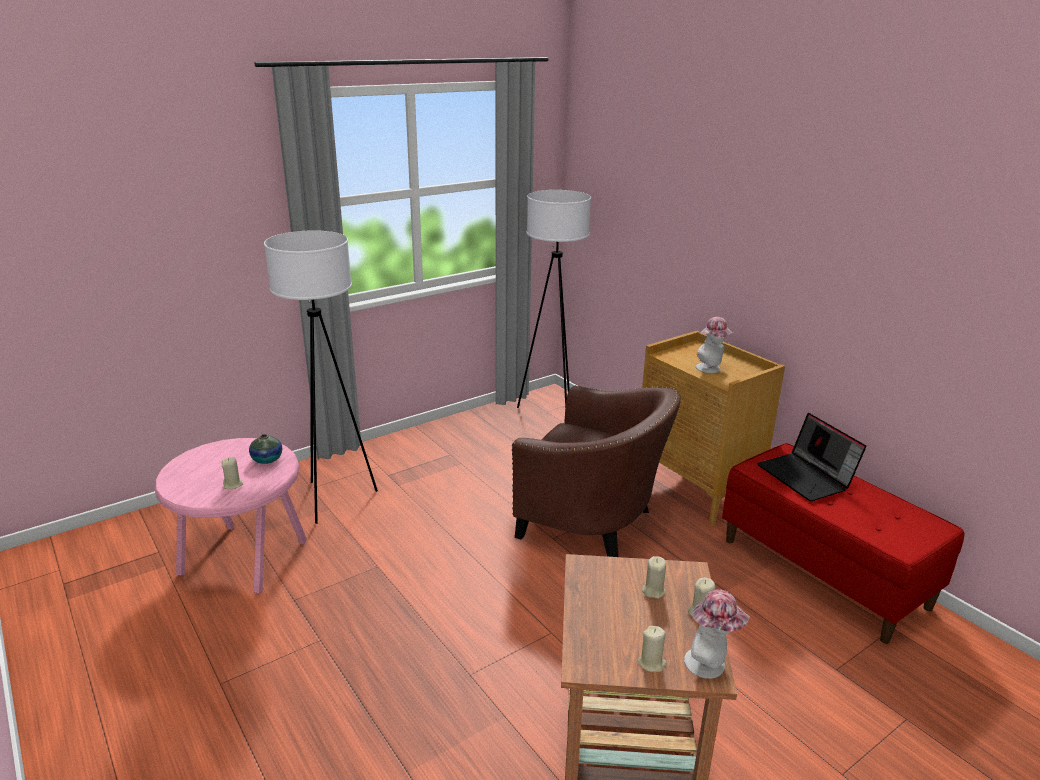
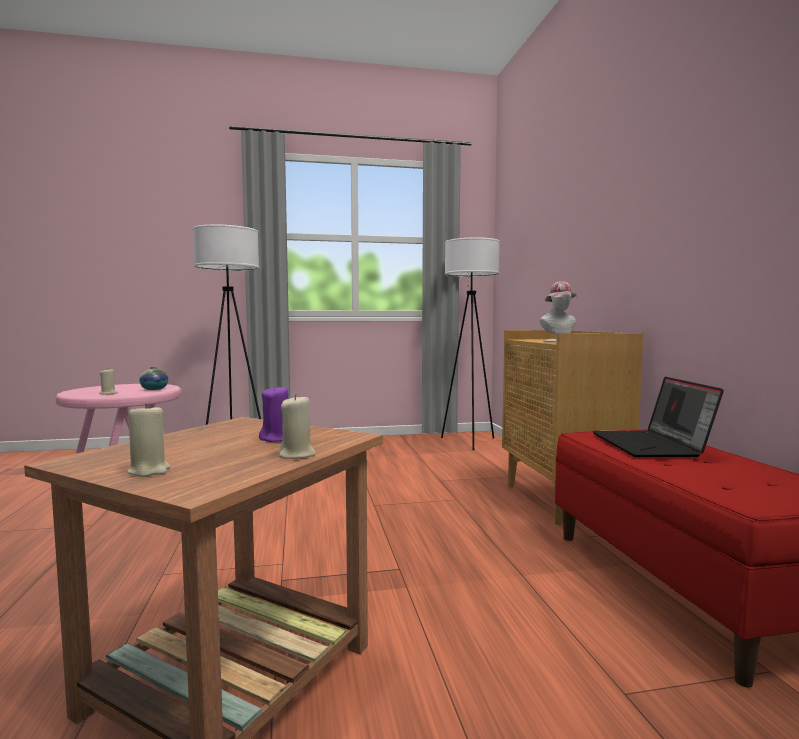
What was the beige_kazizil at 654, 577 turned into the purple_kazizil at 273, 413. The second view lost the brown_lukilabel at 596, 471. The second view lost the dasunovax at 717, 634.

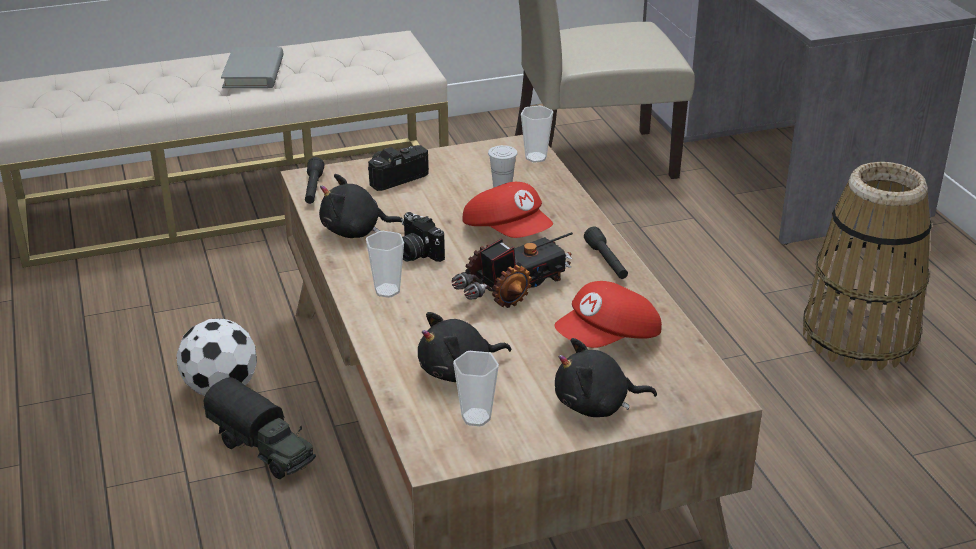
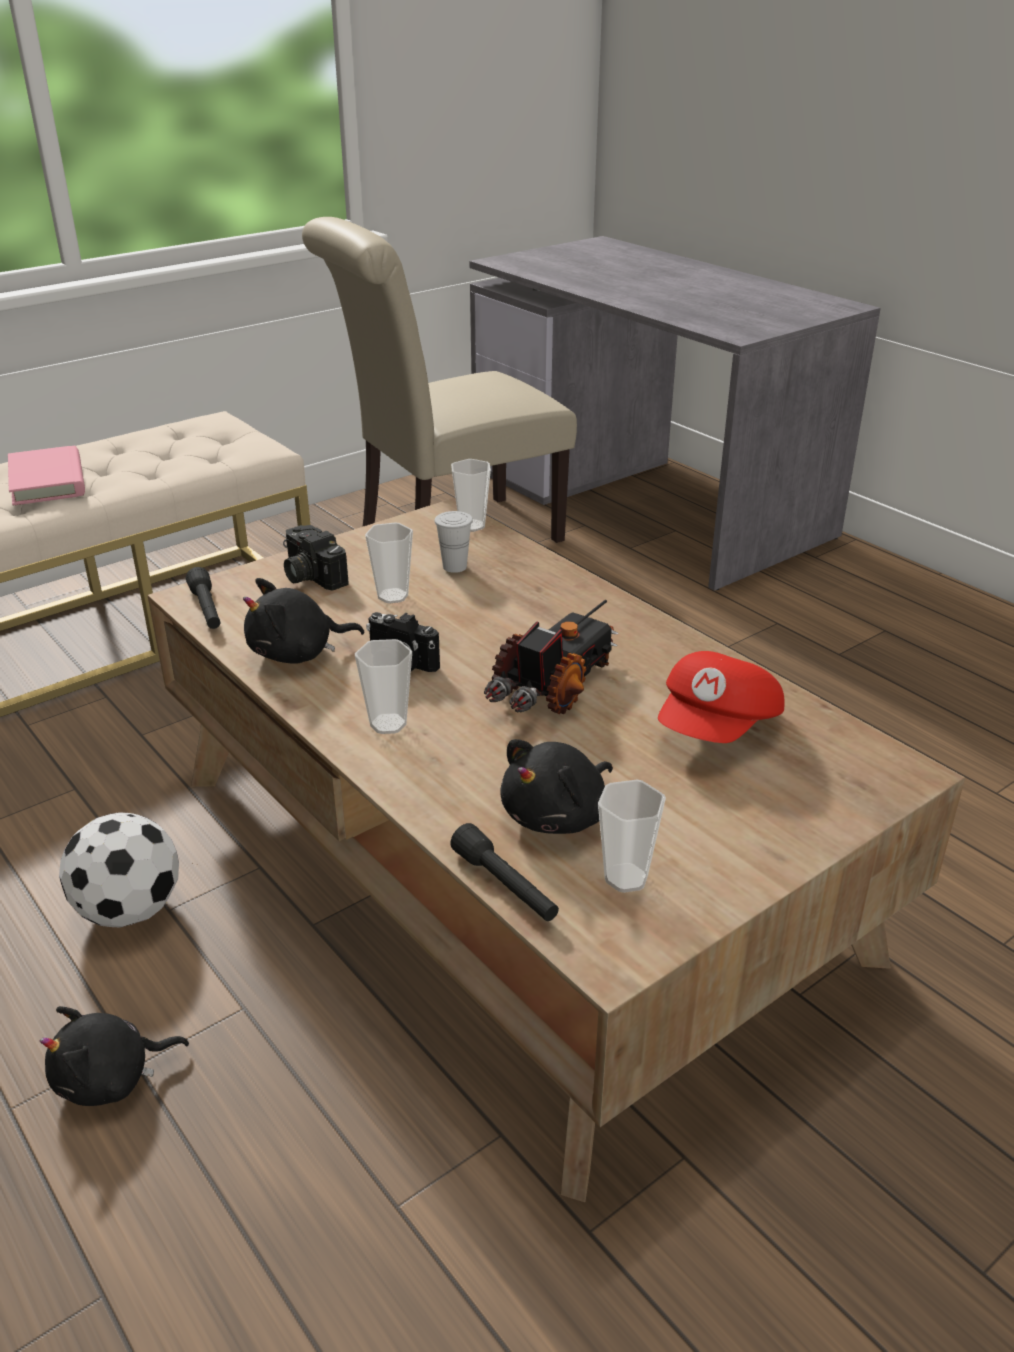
What was the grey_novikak at 252, 67 turned into the pink_novikak at 46, 475. The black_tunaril ended up elsewhere, having gone from 606, 377 to 114, 1056. The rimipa at 398, 168 ended up facing another way, 75 degrees counterclockwise from before. The second view gained the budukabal at 389, 563. The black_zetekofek ended up elsewhere, having gone from 606, 253 to 504, 872. The second view lost the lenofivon at 260, 428. The second view lost the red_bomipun at 508, 210. The second view lost the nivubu at 867, 266.

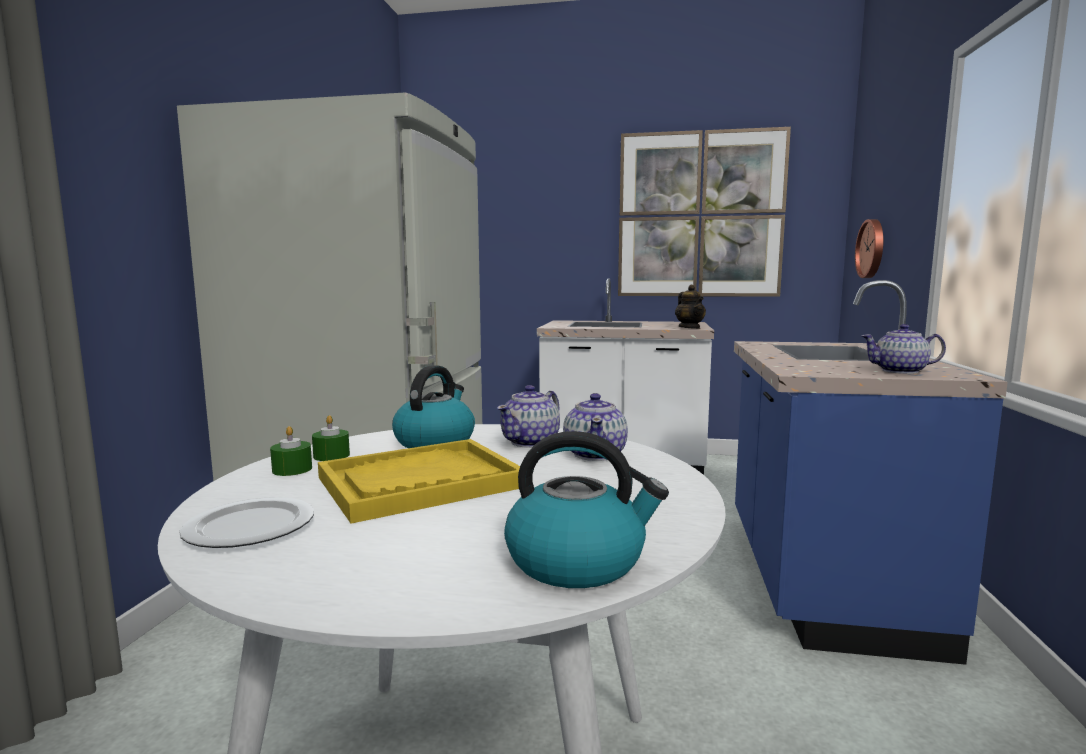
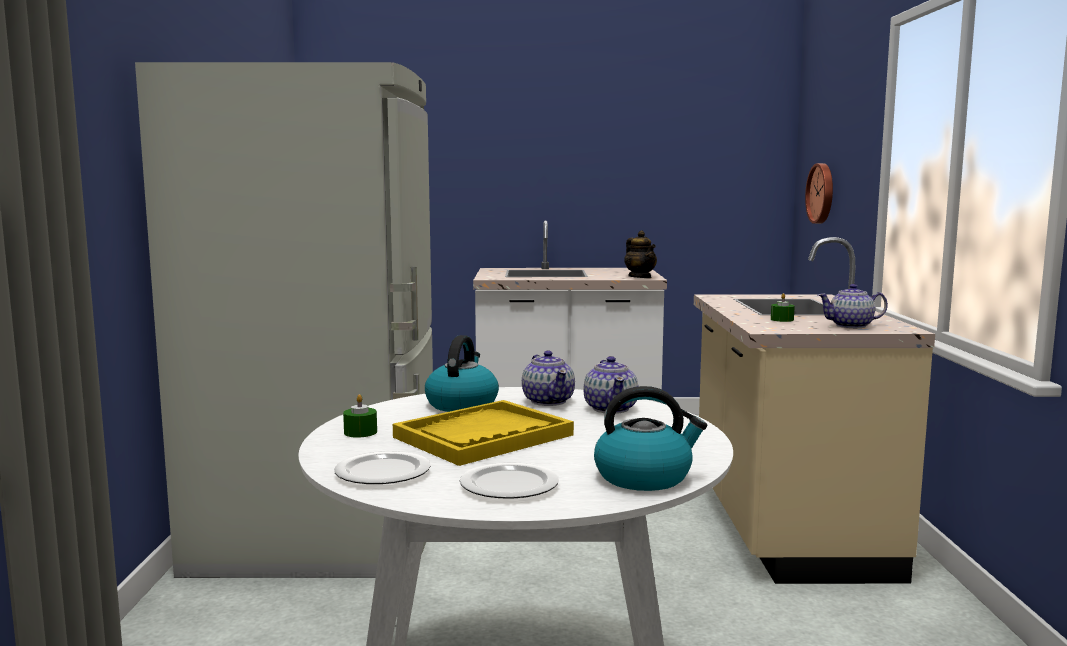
The second view gained the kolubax at 509, 480. The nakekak at 528, 416 ended up facing another way, 45 degrees counterclockwise from before. What was the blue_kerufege at 871, 472 turned into the beige_kerufege at 814, 410. The green_kazizil ended up elsewhere, having gone from 331, 438 to 783, 307. The second view lost the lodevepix at 704, 212.

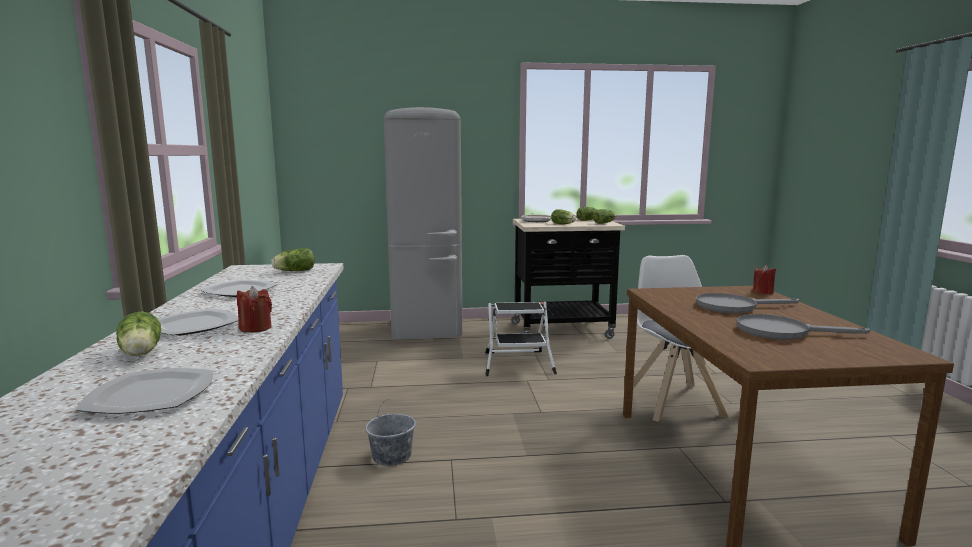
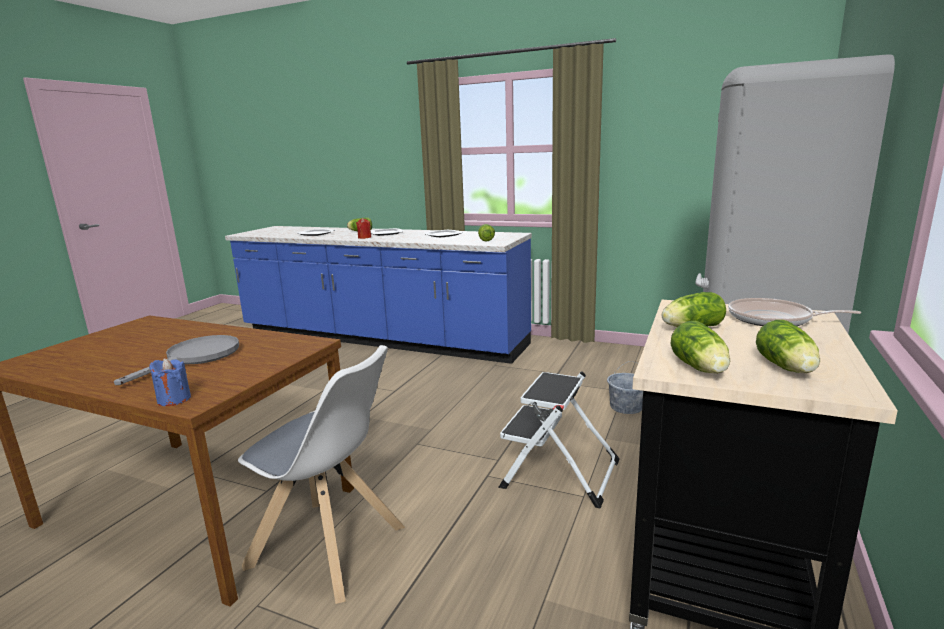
What was the red_kazizil at 764, 279 turned into the blue_kazizil at 170, 382. The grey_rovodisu ended up elsewhere, having gone from 390, 432 to 625, 387. The second view lost the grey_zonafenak at 803, 327.

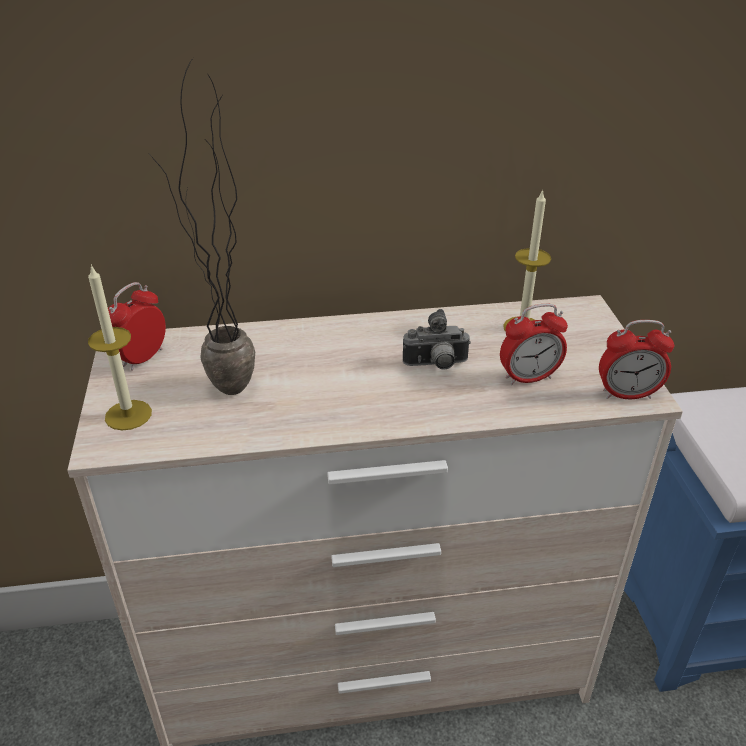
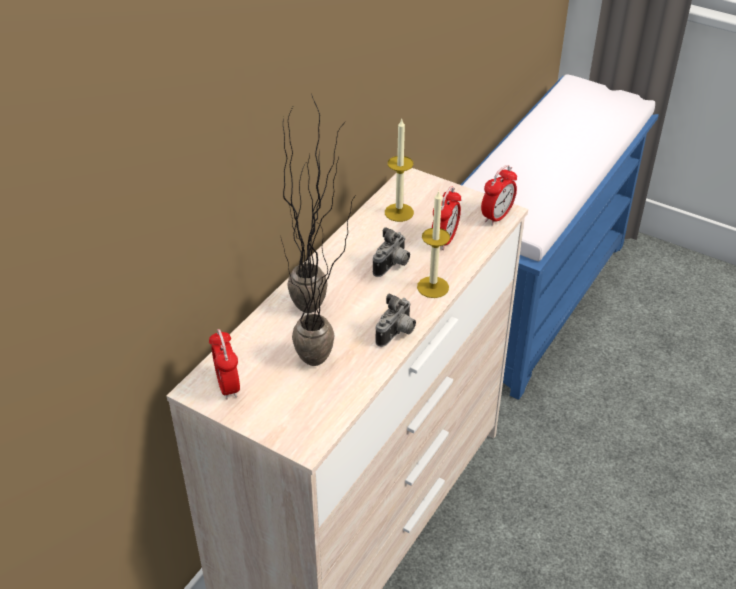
The second view gained the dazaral at 314, 203. The second view gained the rimipa at 395, 320. The kazizil ended up elsewhere, having gone from 120, 347 to 433, 244.

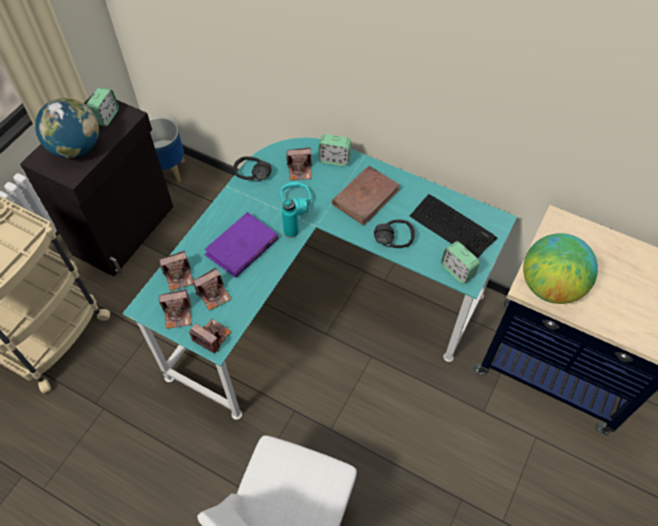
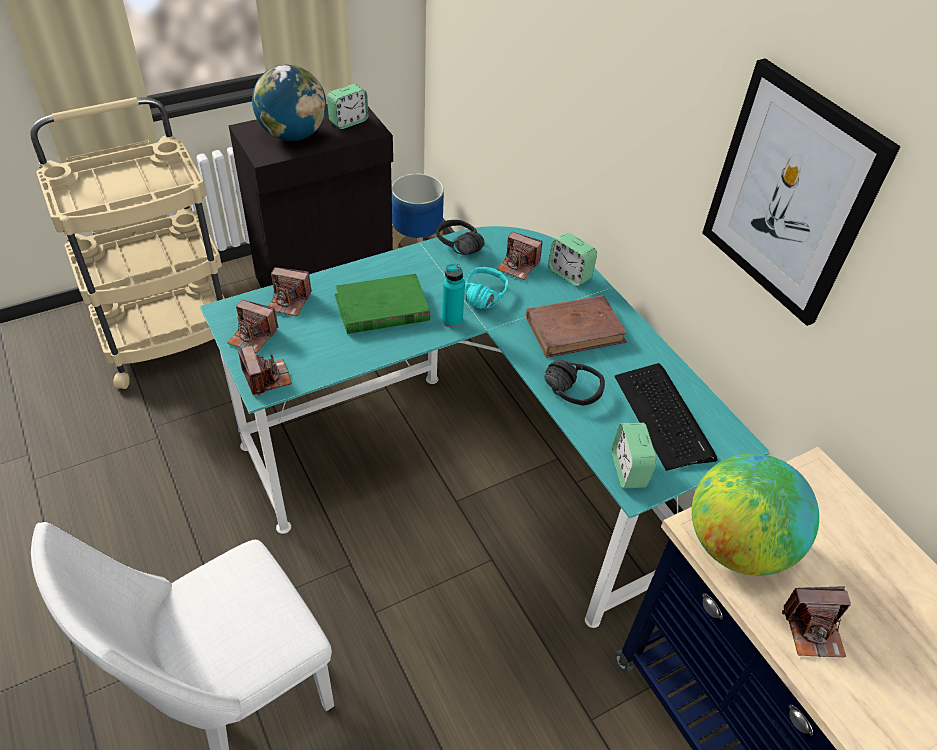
What was the purple_novikak at 241, 245 turned into the green_novikak at 382, 304. The second view gained the lodevepix at 801, 192. The rimipa ended up elsewhere, having gone from 212, 289 to 816, 621.

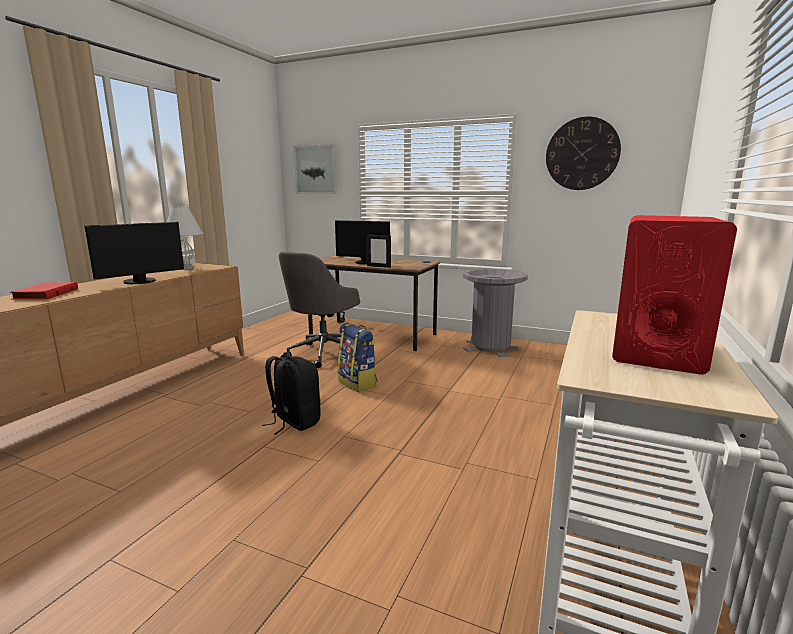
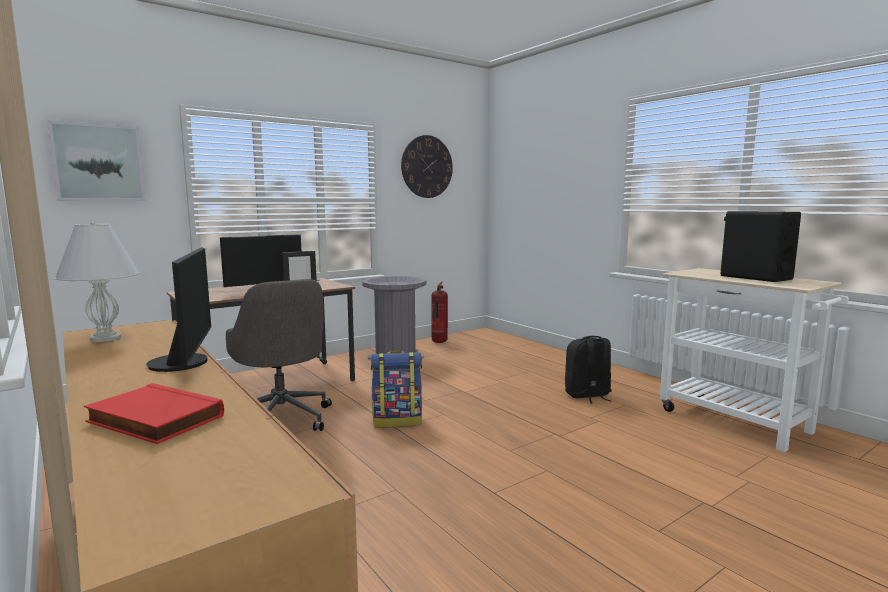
The second view gained the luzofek at 439, 312. The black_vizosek ended up elsewhere, having gone from 291, 394 to 588, 369. What was the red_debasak at 674, 295 turned into the black_debasak at 760, 246.

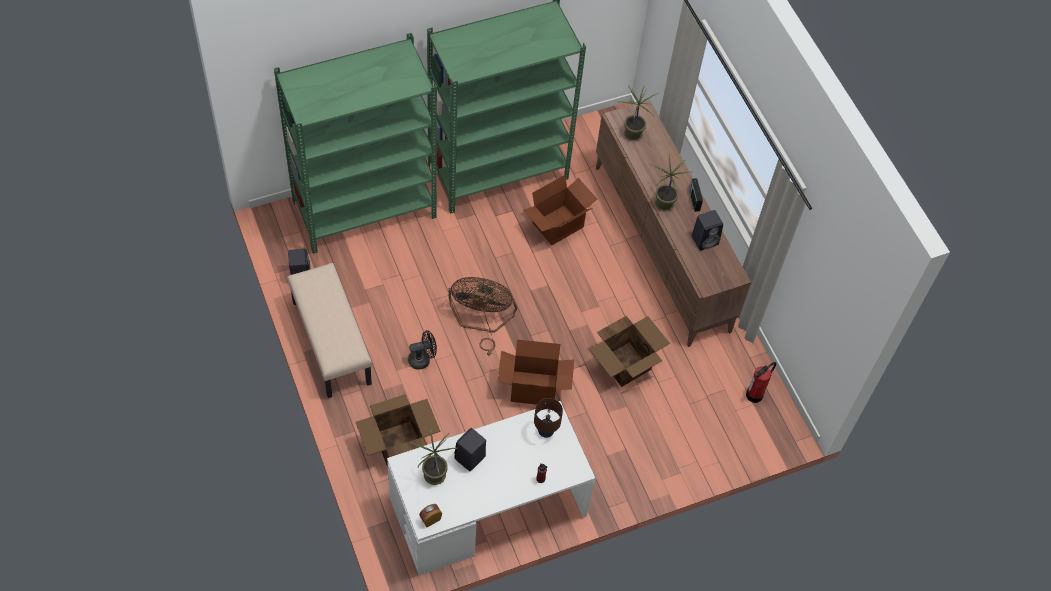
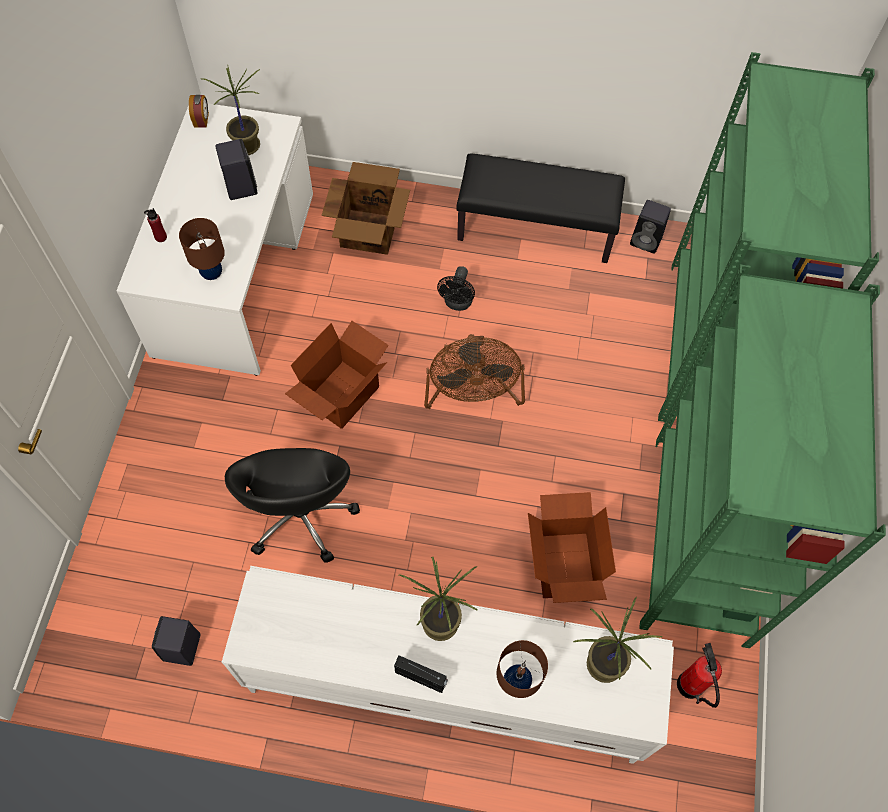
The black_debasak ended up elsewhere, having gone from 707, 230 to 176, 641. What was the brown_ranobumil at 673, 223 turned into the white_ranobumil at 448, 665. Where the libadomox stood at 629, 351, the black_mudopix came to stand at 292, 505. The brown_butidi at 482, 316 ended up facing another way, 45 degrees clockwise from before. What was the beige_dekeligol at 329, 330 turned into the black_dekeligol at 540, 208. The second view gained the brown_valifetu at 522, 669. The luzofek ended up elsewhere, having gone from 761, 382 to 699, 675.

